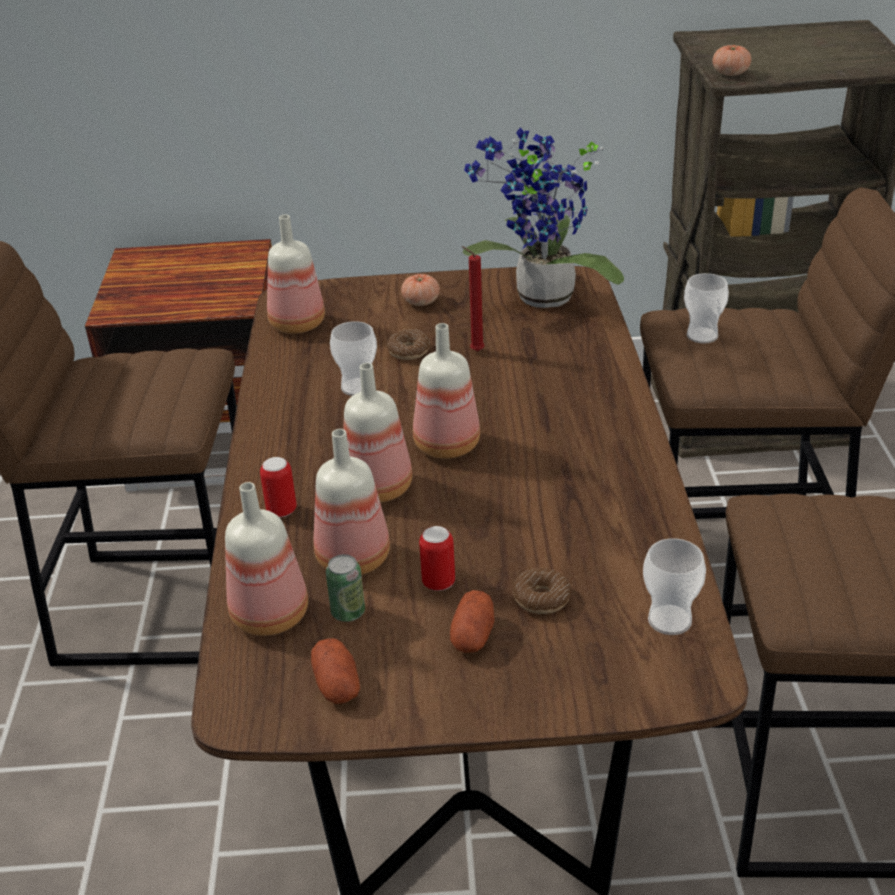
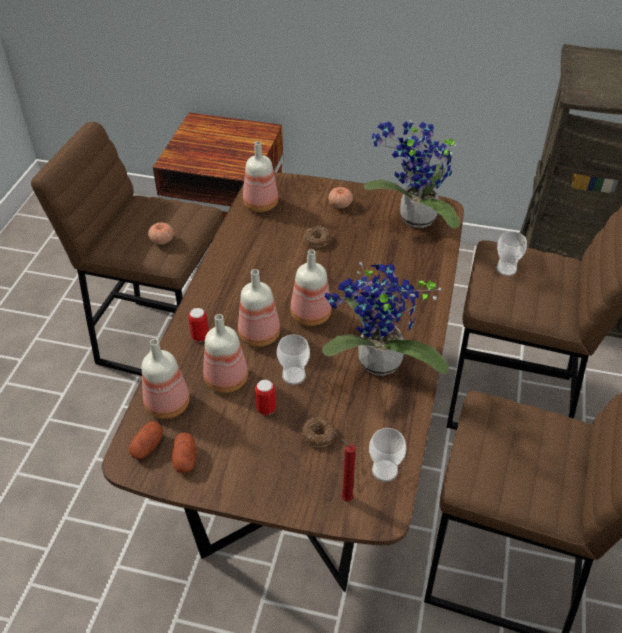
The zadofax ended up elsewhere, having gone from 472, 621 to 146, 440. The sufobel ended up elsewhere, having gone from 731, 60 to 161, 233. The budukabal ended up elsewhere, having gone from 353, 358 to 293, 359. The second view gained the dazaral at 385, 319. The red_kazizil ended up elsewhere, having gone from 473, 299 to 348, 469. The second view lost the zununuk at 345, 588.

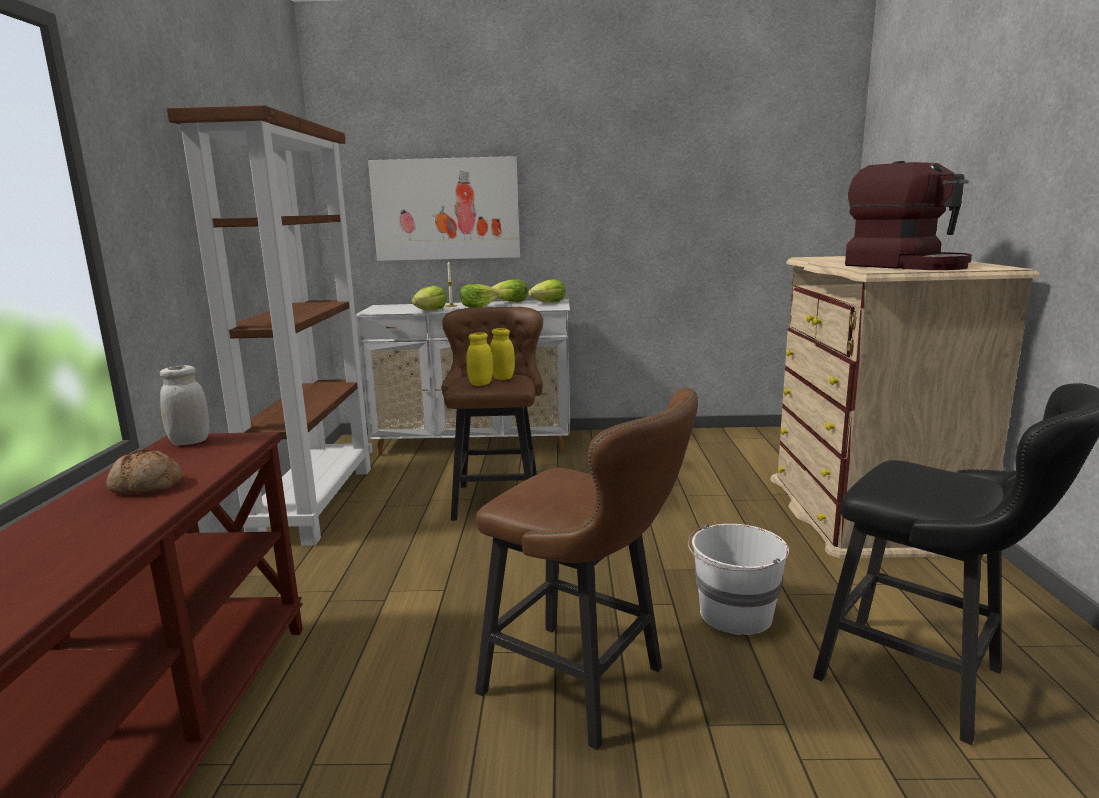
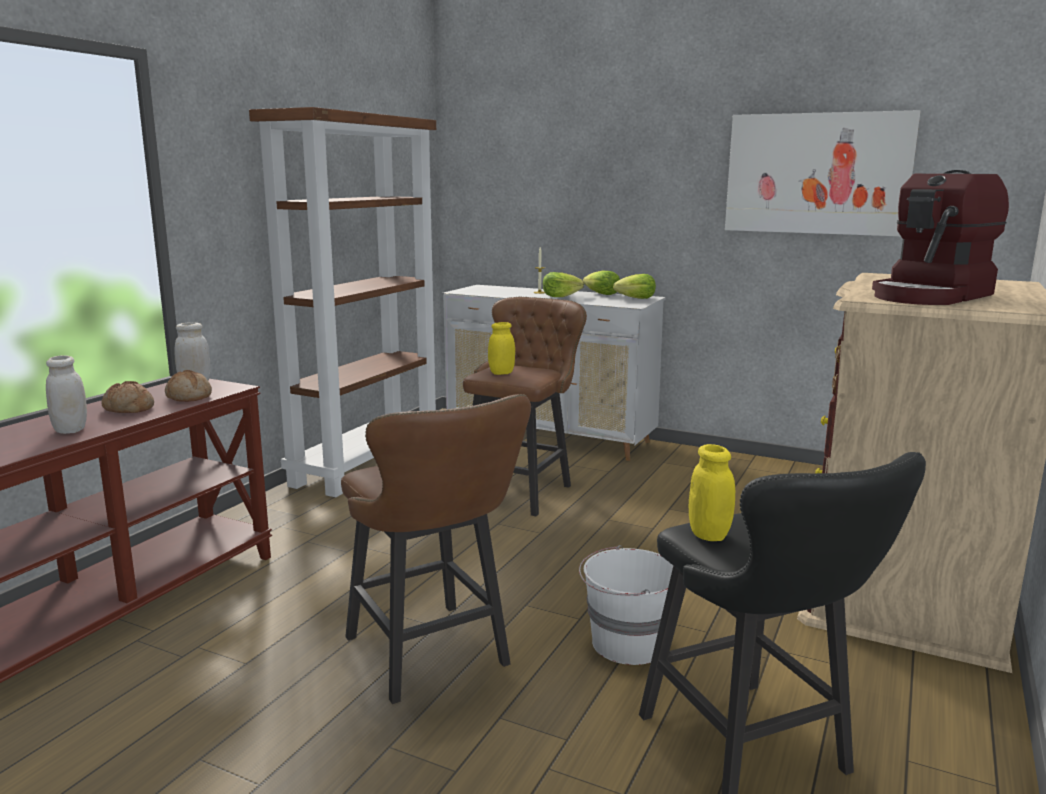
The second view gained the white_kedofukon at 66, 394. The second view gained the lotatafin at 188, 386. The yellow_kedofukon ended up elsewhere, having gone from 502, 354 to 712, 492. The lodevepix ended up elsewhere, having gone from 444, 208 to 823, 173. The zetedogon at 908, 215 ended up facing another way, 60 degrees clockwise from before. The second view lost the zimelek at 429, 298.

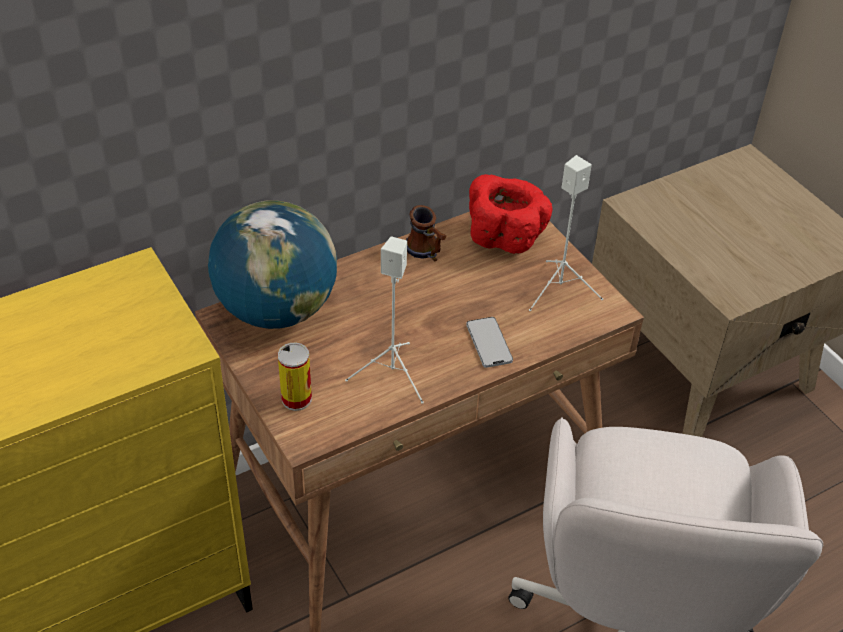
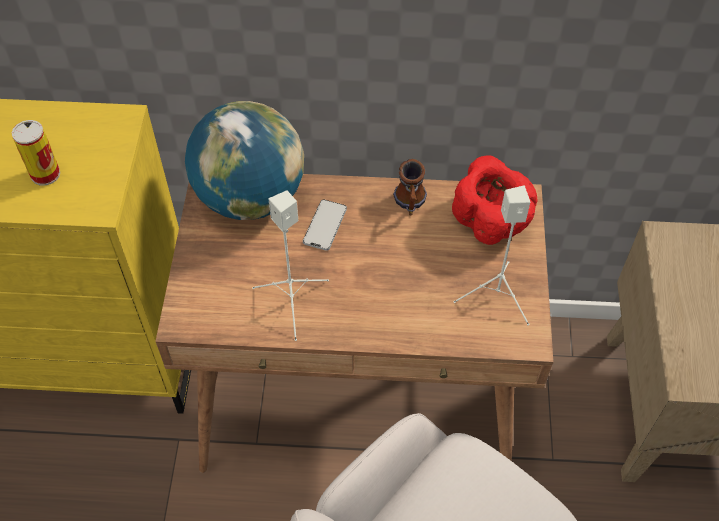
The zununuk ended up elsewhere, having gone from 295, 376 to 36, 153. The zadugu ended up elsewhere, having gone from 489, 342 to 325, 225.

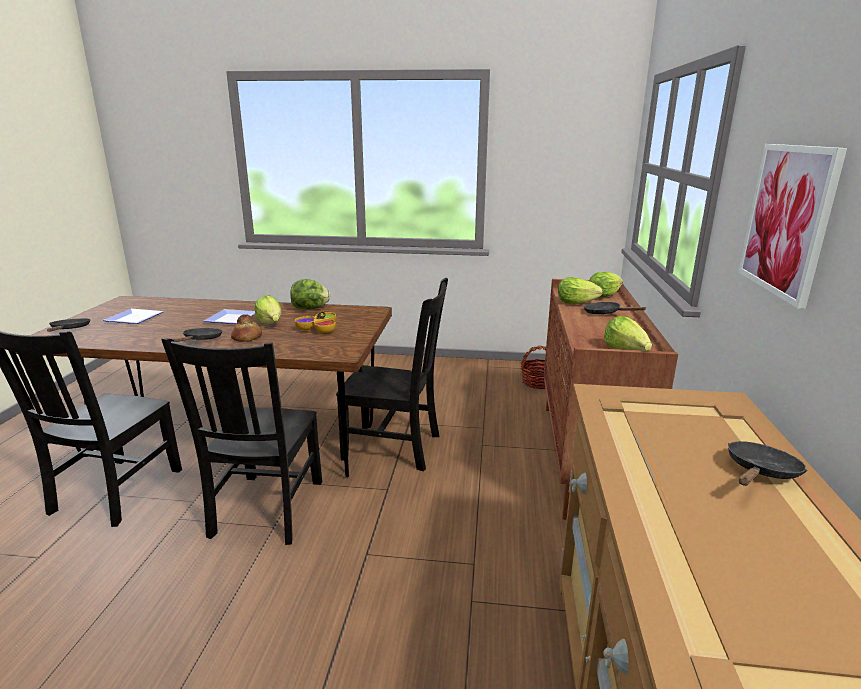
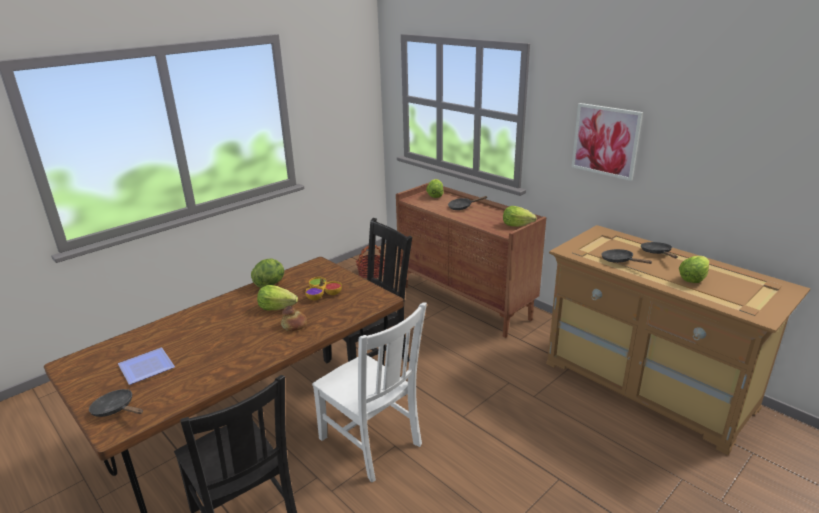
What was the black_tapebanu at 241, 441 turned into the white_tapebanu at 369, 392. The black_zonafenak ended up elsewhere, having gone from 197, 335 to 626, 256. The zimelek ended up elsewhere, having gone from 580, 290 to 694, 269. The second view lost the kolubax at 229, 316.

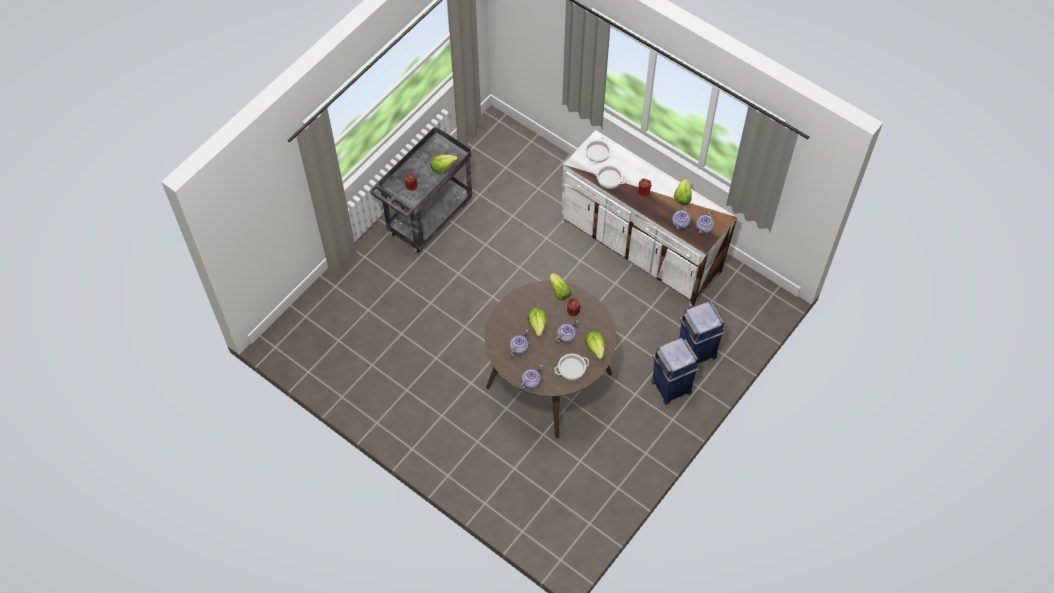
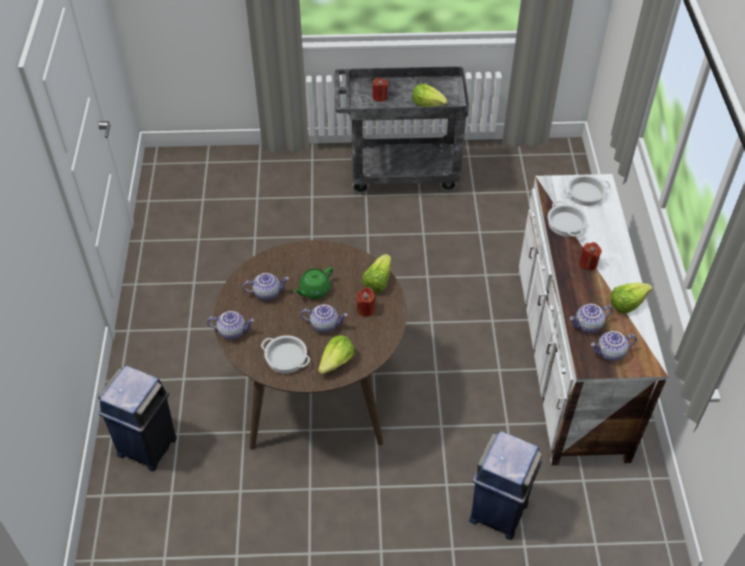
The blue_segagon ended up elsewhere, having gone from 675, 371 to 137, 418. Where the zimelek stood at 537, 322, the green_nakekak came to stand at 313, 283.

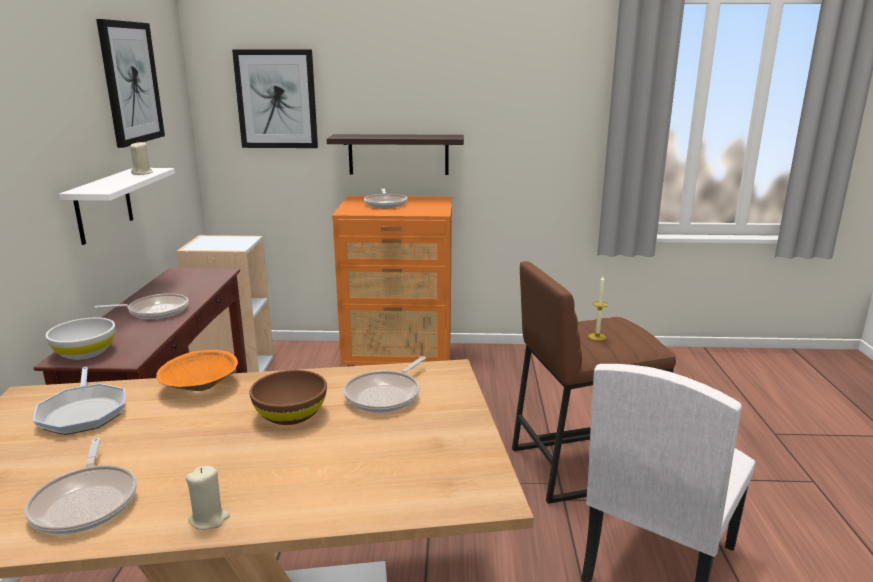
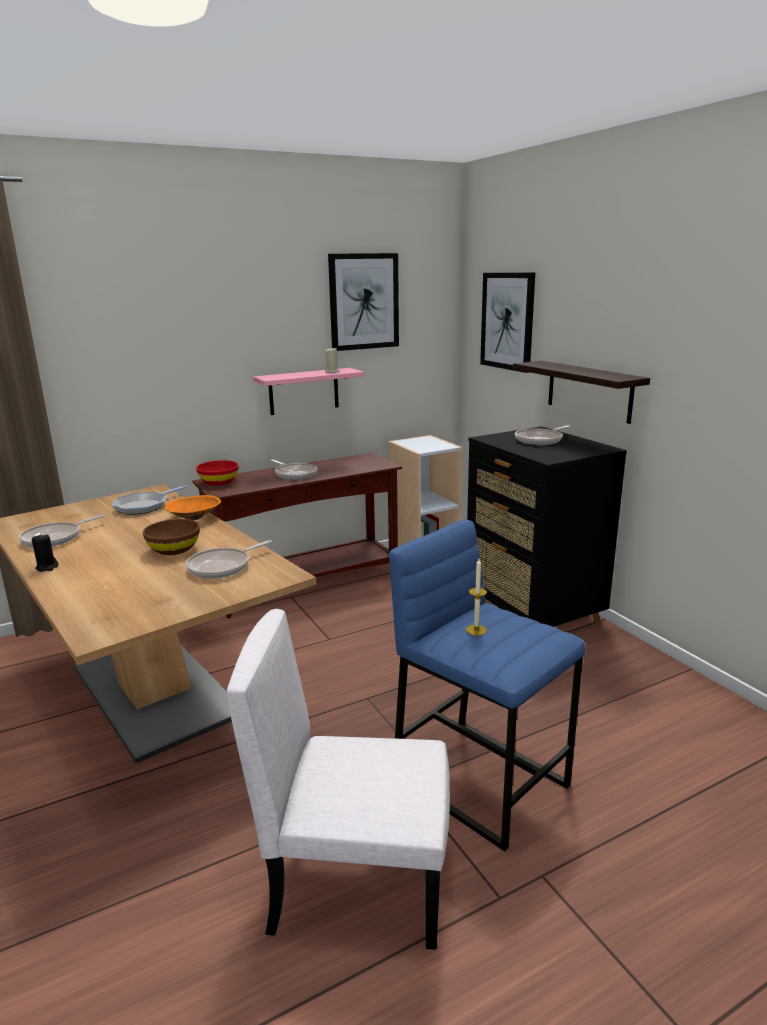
What was the beige_kazizil at 208, 498 turned into the black_kazizil at 45, 553. The zonafenak at 385, 384 ended up facing another way, 45 degrees counterclockwise from before. What was the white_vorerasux at 80, 339 turned into the red_vorerasux at 217, 472. What was the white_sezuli at 117, 206 turned into the pink_sezuli at 308, 391. What was the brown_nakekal at 594, 382 turned into the blue_nakekal at 487, 685. What was the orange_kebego at 392, 281 turned into the black_kebego at 547, 526.

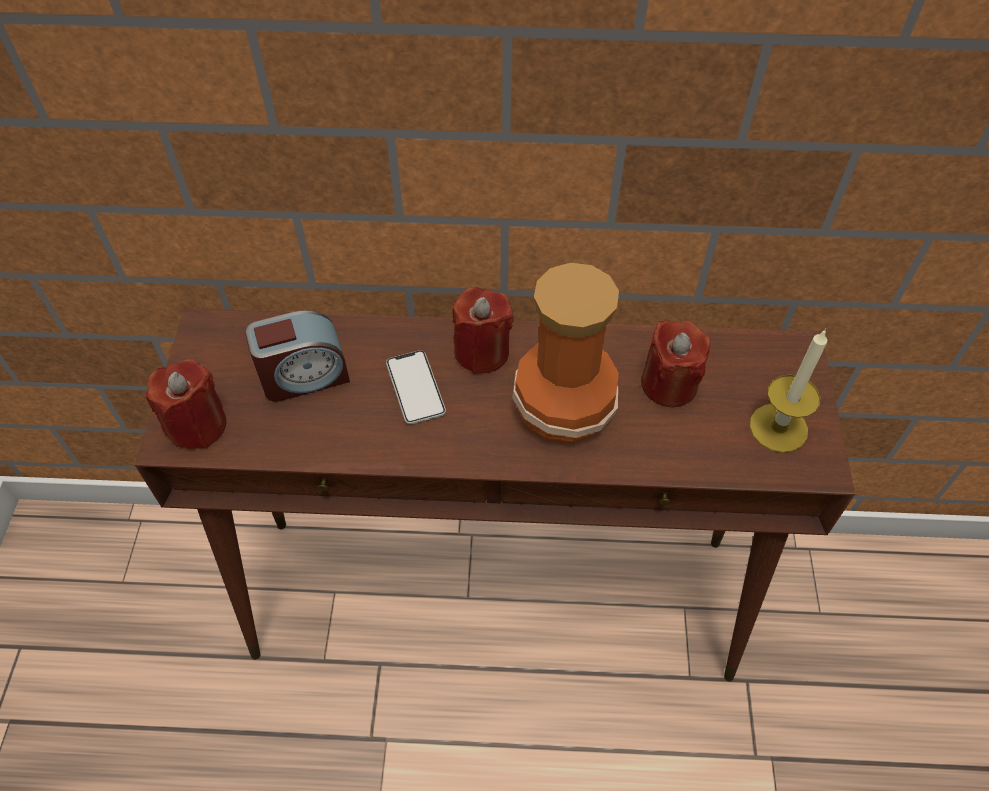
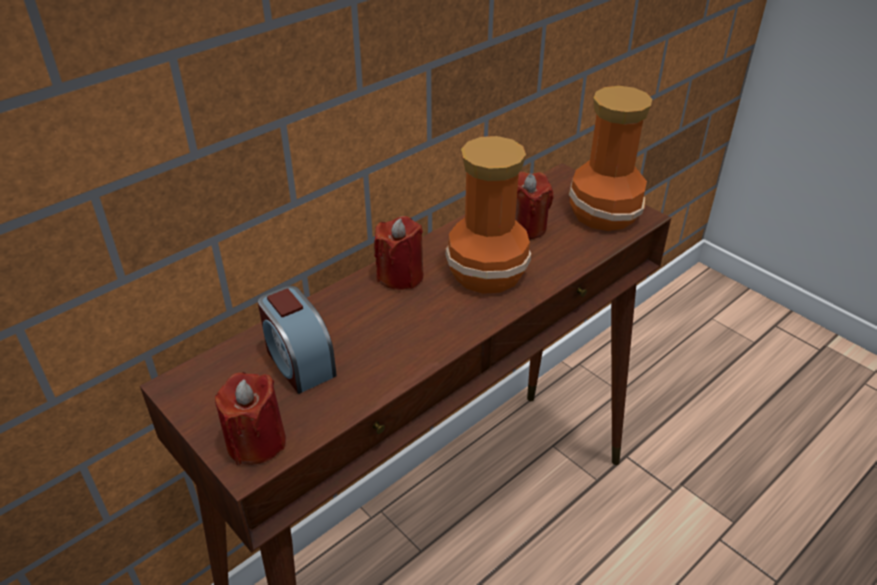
The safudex at 297, 356 ended up facing another way, 120 degrees clockwise from before. Where the kazizil stood at 788, 391, the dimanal came to stand at 610, 158. The second view lost the zadugu at 416, 387.

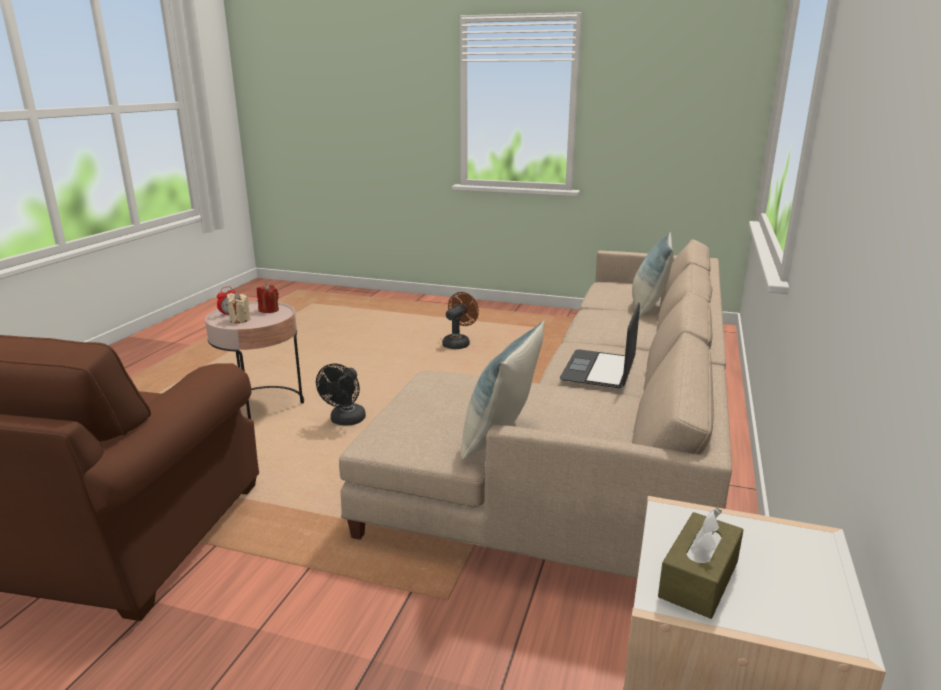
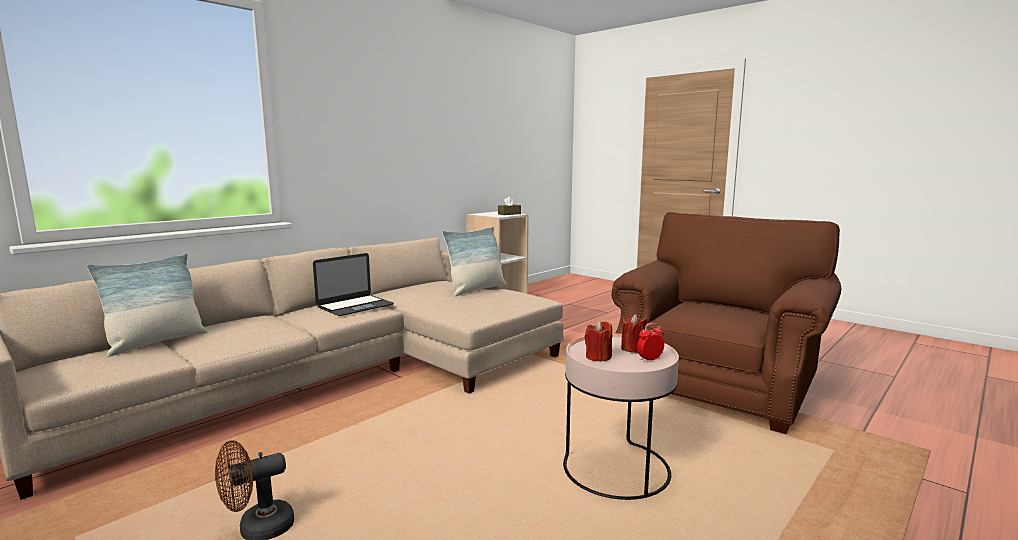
What was the beige_kazizil at 238, 307 turned into the red_kazizil at 634, 333. The second view lost the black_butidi at 341, 395.

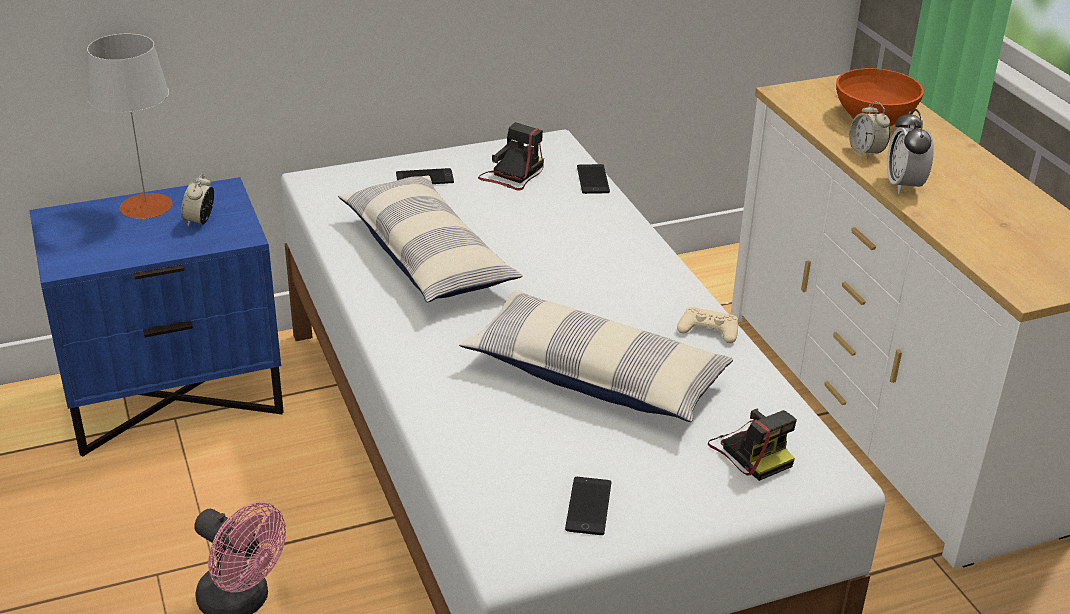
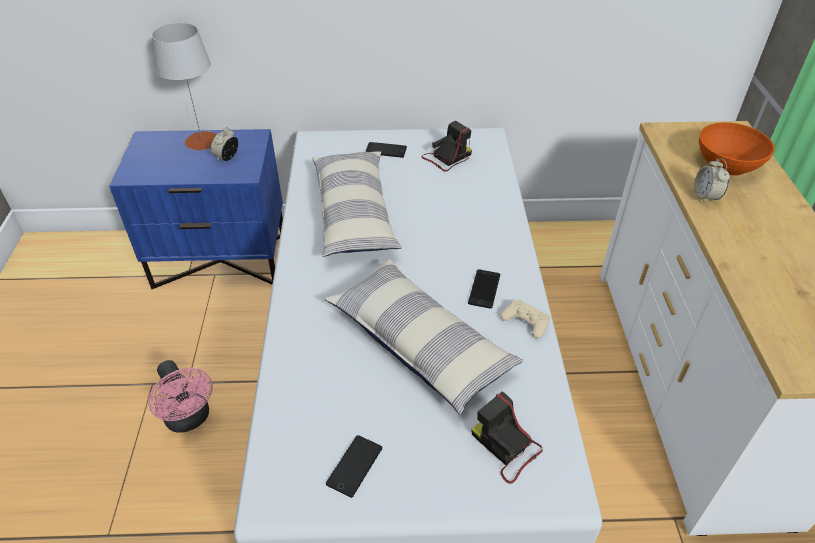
The zadugu ended up elsewhere, having gone from 593, 179 to 484, 289. The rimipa at 752, 445 ended up facing another way, 150 degrees clockwise from before. The second view lost the safudex at 910, 151.

